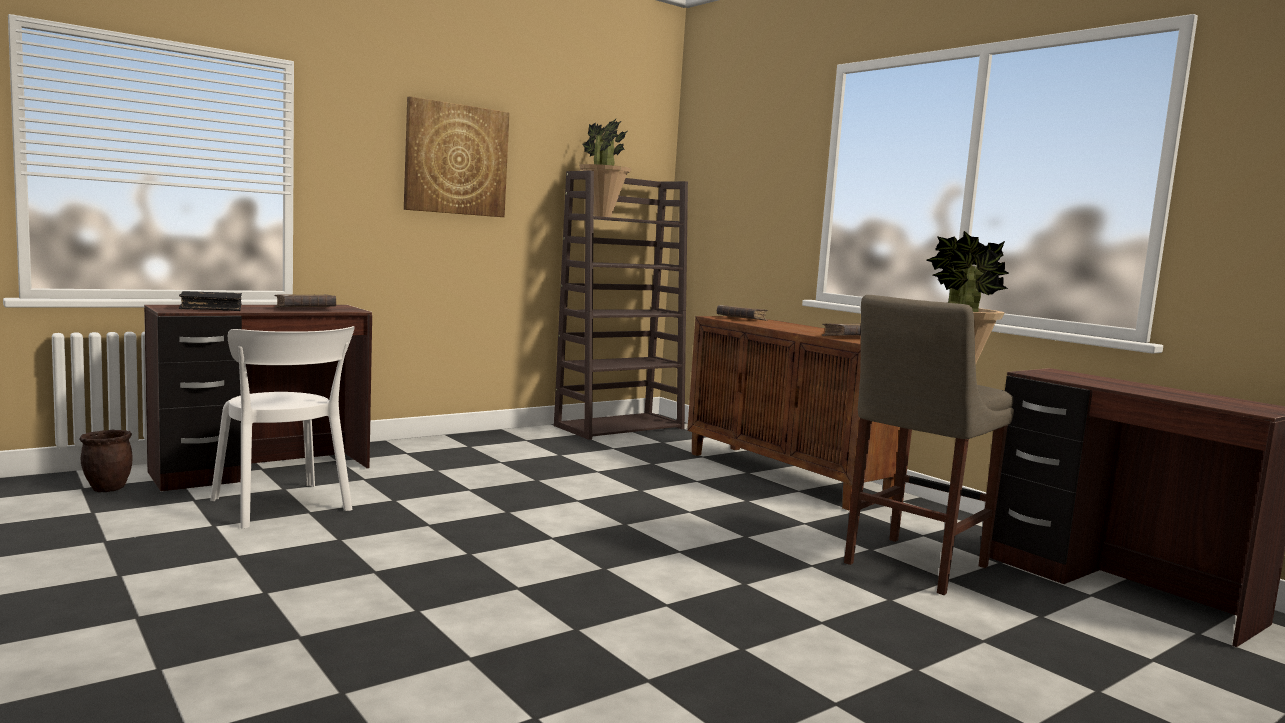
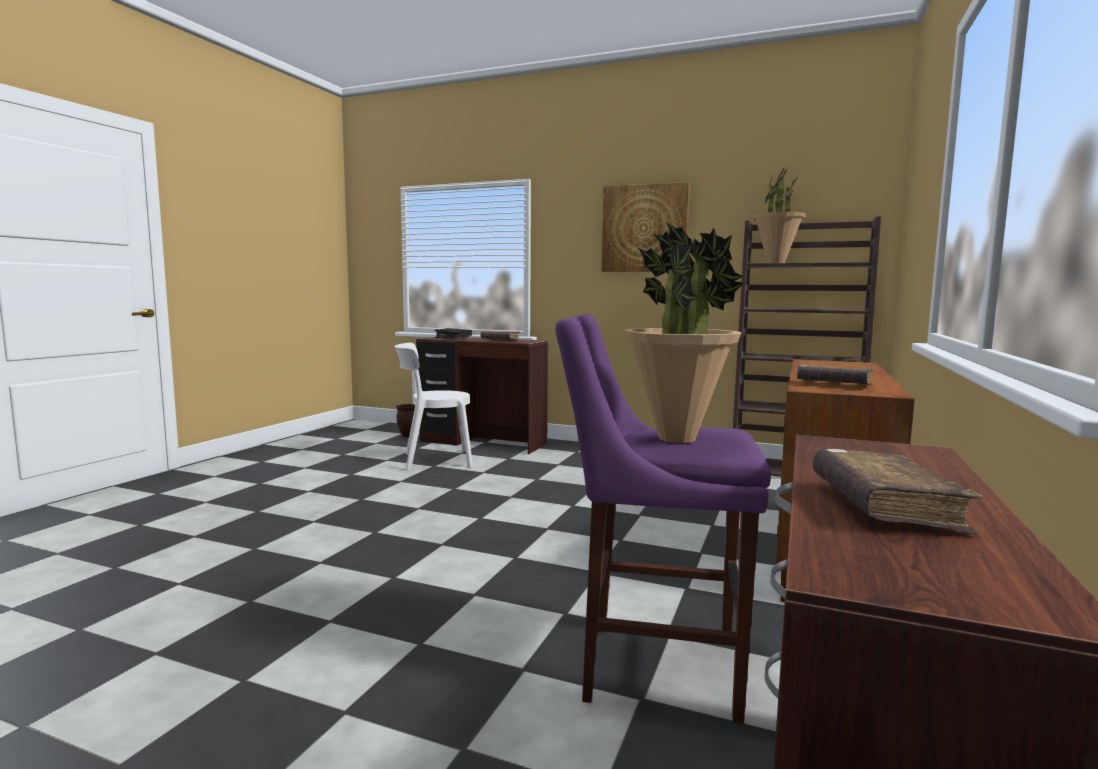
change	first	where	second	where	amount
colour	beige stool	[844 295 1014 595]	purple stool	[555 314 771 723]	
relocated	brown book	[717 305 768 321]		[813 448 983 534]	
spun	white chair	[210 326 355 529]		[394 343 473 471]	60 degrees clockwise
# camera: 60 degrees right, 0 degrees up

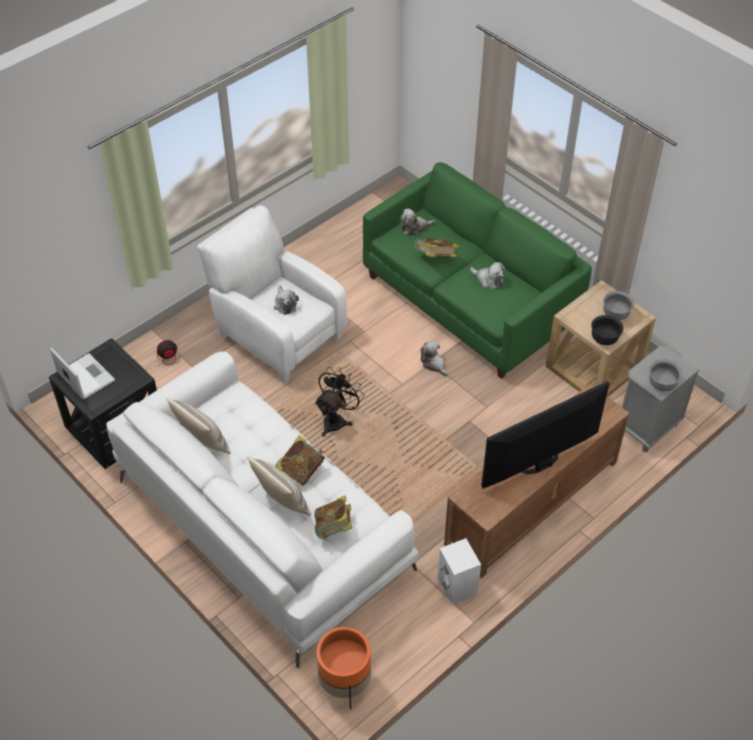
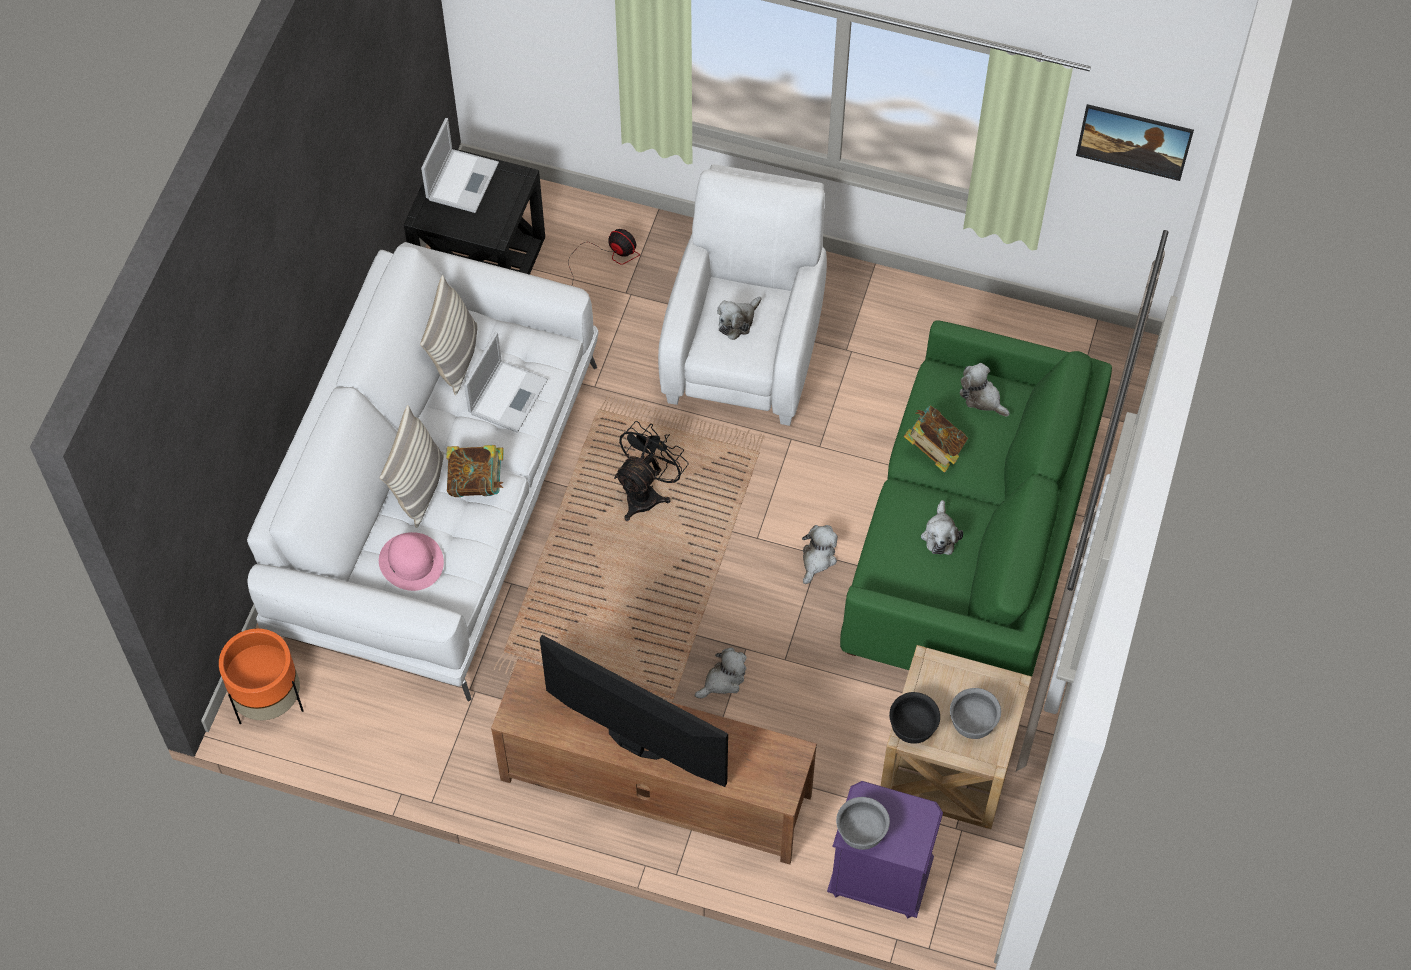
change	first	where	second	where	amount
colour	grey nightstand	[622 347 700 452]	purple nightstand	[827 781 943 919]	
spun	black fan	[315 367 365 437]		[614 421 689 521]	60 degrees counterclockwise
exchanged	book	[315 495 352 539]	pink hat	[379 532 444 591]	
missing	white speaker	[437 538 481 605]			
appeared			picture	[1076 104 1194 181]	
appeared			laptop	[464 332 548 433]	
appeared			plush toy	[695 647 747 699]	
# camera: 60 degrees right, 10 degrees up

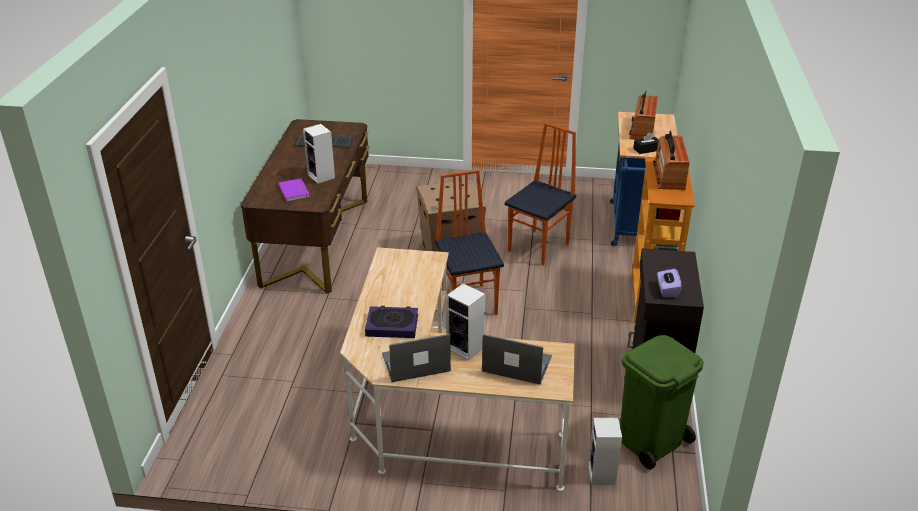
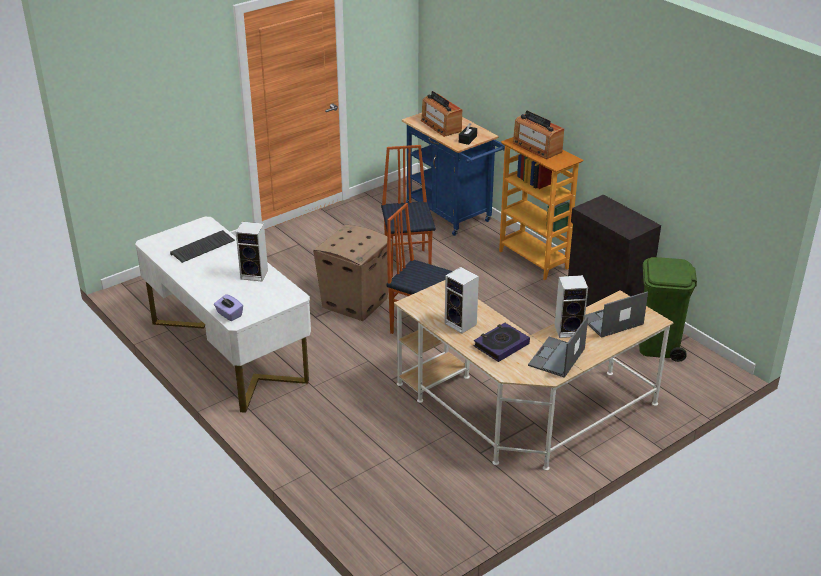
change	first	where	second	where	amount
colour	brown desk	[240 119 370 293]	white desk	[135 217 311 413]	
missing	purple book	[278 178 310 201]			
relocated	purple tissue box	[657 269 682 297]		[214 294 243 321]	
relocated	speaker	[588 418 622 485]		[445 267 479 334]	
# camera: 45 degrees left, 0 degrees up

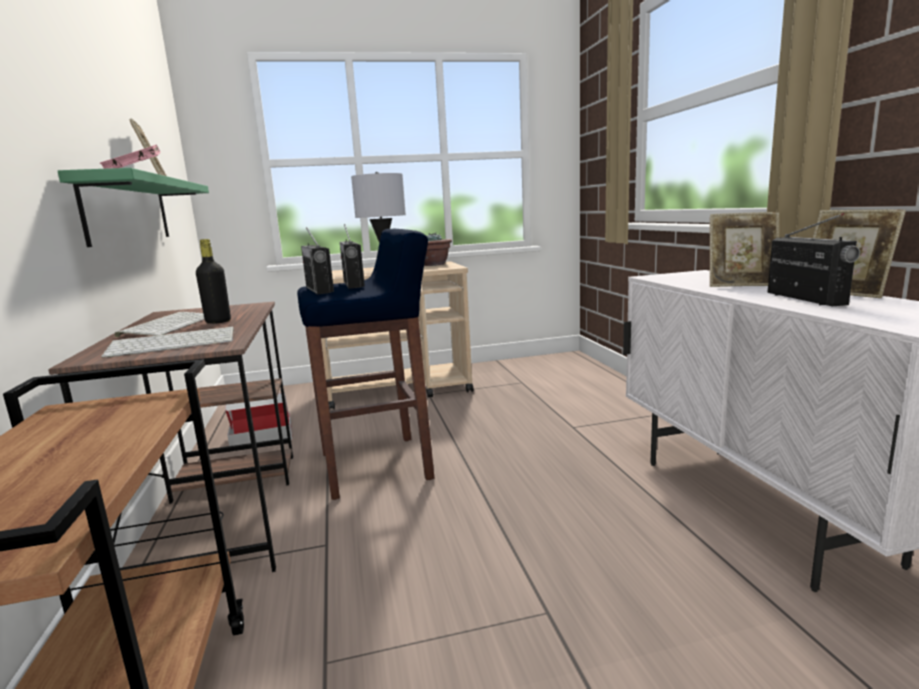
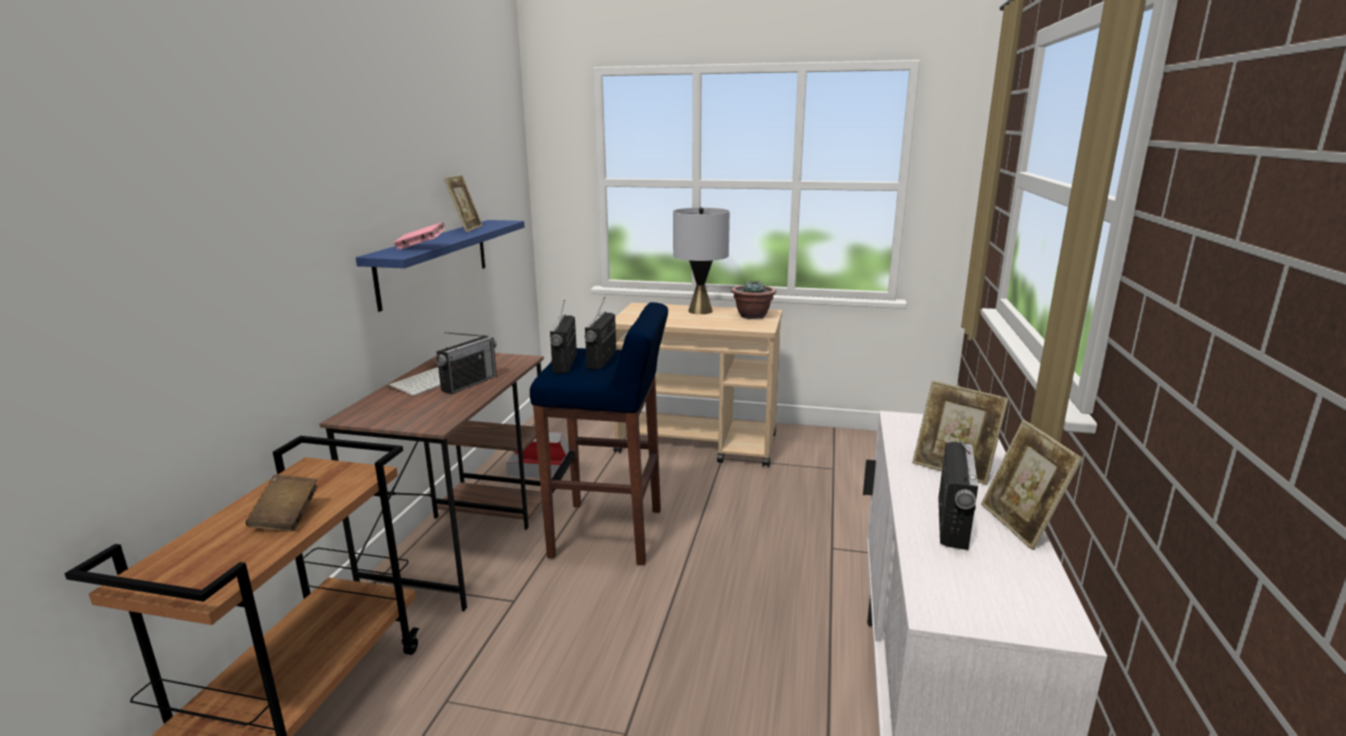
change	first	where	second	where	amount
colour	green shelf	[58 168 209 247]	blue shelf	[356 220 525 312]	
exchanged	black bottle	[196 239 231 324]	radio	[436 332 497 394]	
missing	keyboard	[101 327 234 358]			
appeared			brown book	[245 475 318 531]	
# camera: 25 degrees right, 5 degrees up

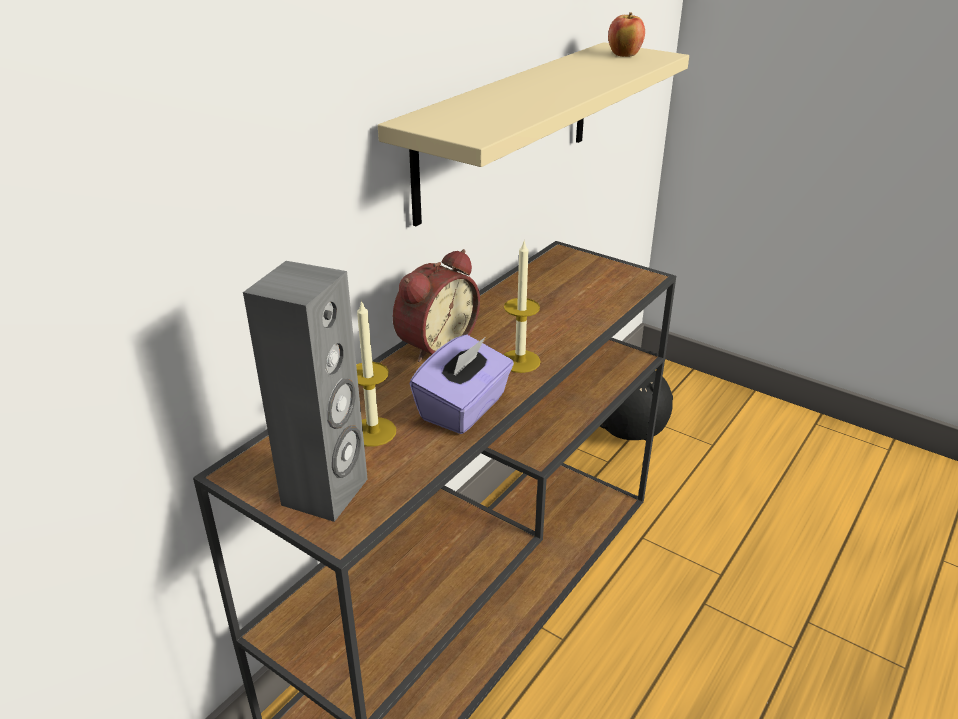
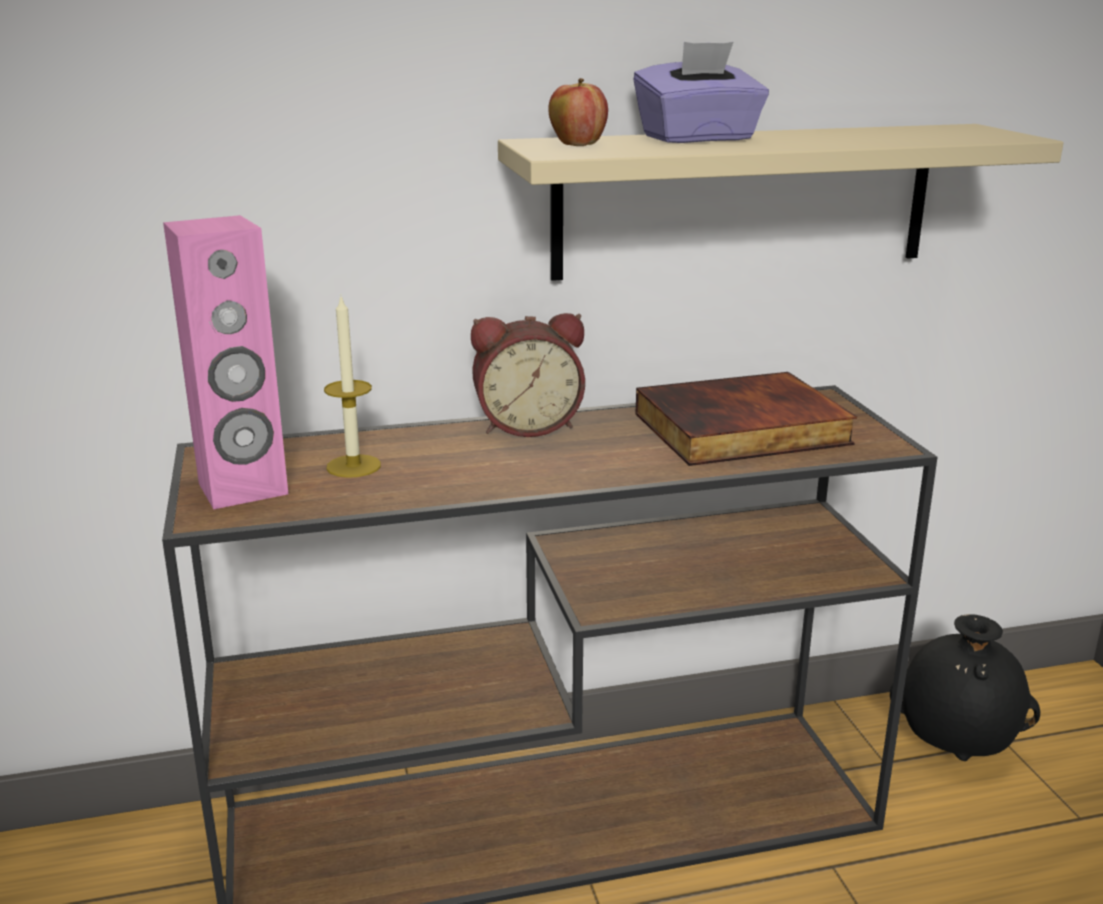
change	first	where	second	where	amount
relocated	apple	[608 12 645 57]		[548 78 608 146]	
missing	candle	[503 239 541 373]			
colour	grey speaker	[243 261 367 522]	pink speaker	[163 215 288 509]	
relocated	purple tissue box	[410 335 514 434]		[633 42 769 143]	
appeared			book	[635 372 857 466]	
# camera: 40 degrees right, 10 degrees down

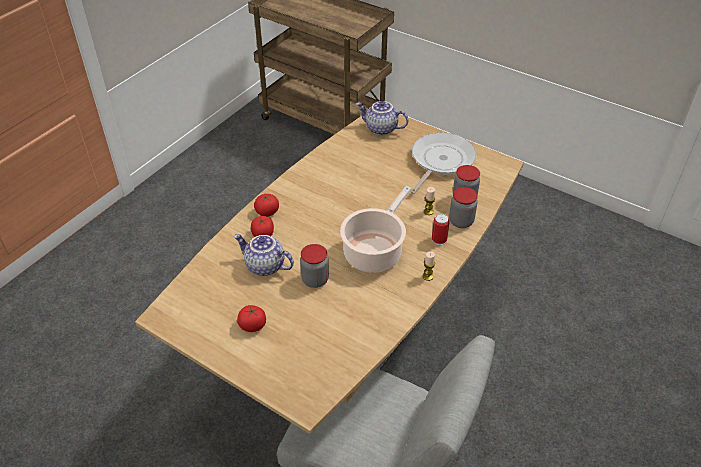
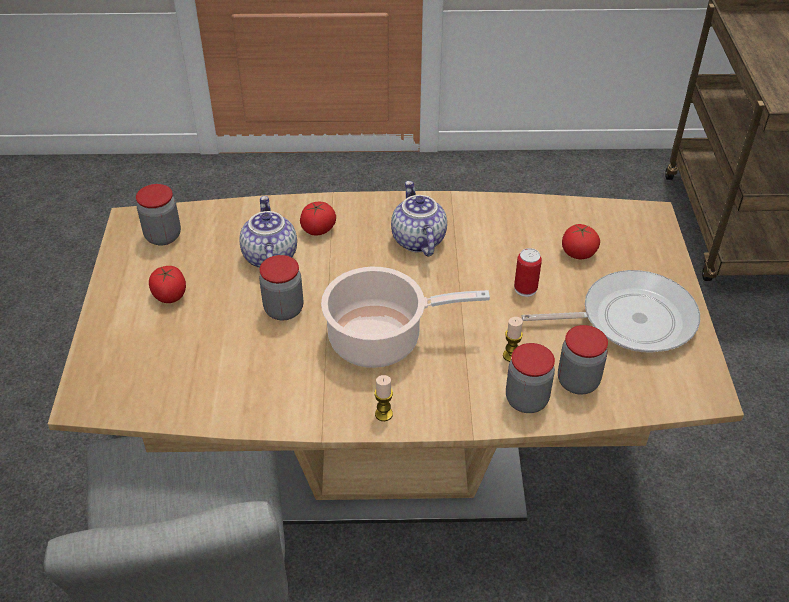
change	first	where	second	where	amount
relocated	teapot	[356 101 408 135]		[391 181 447 256]	
relocated	tomato	[254 194 279 217]		[562 224 600 259]	
relocated	can	[432 214 450 245]		[514 248 542 297]	
appeared			jar	[136 184 181 246]	
# camera: 55 degrees right, 0 degrees up

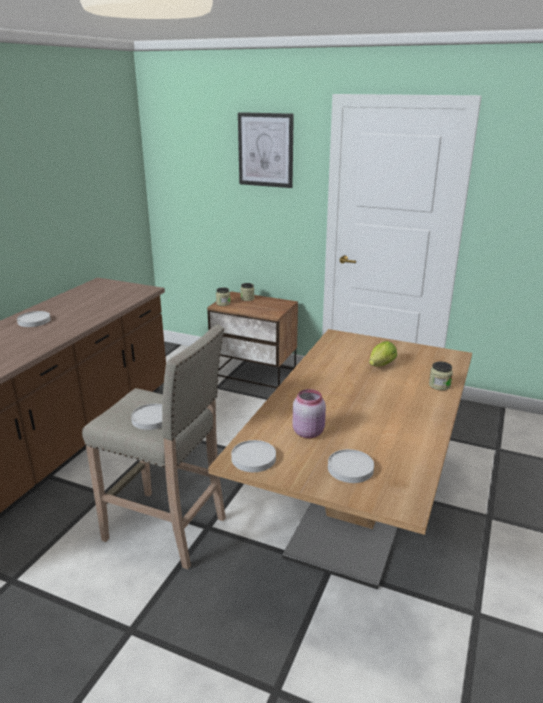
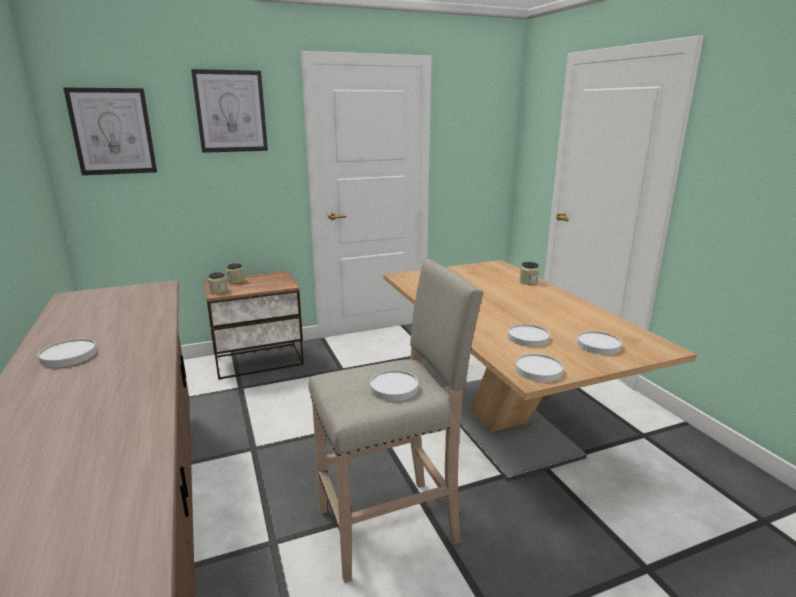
change	first	where	second	where	amount
missing	lettuce	[369 341 397 367]			
exchanged	pink jar	[293 389 326 438]	white plate	[508 324 550 347]	
appeared			picture	[63 87 157 175]	
# camera: 45 degrees left, 5 degrees down

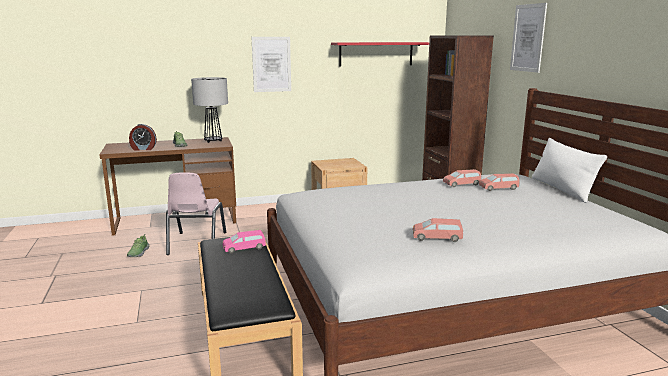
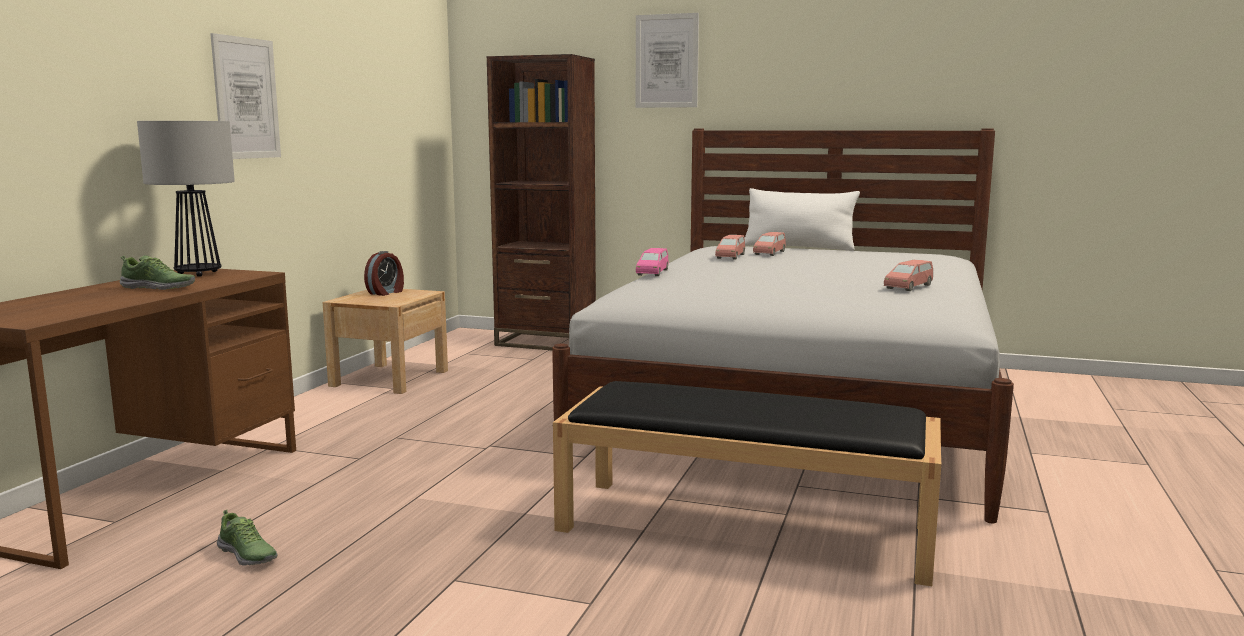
change	first	where	second	where	amount
missing	red shelf	[331 42 429 66]			
relocated	alarm clock	[129 124 157 150]		[364 251 404 296]	
missing	pink chair	[166 172 226 255]			
relocated	pink toy car	[222 230 266 253]		[636 248 668 276]	
# camera: 55 degrees left, 5 degrees down

